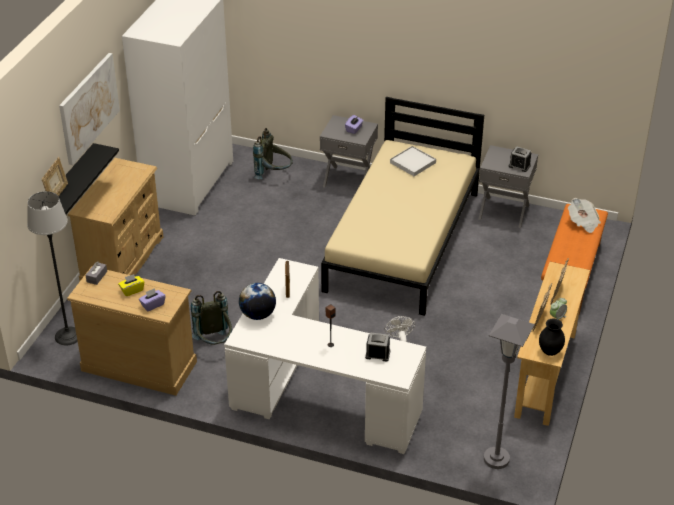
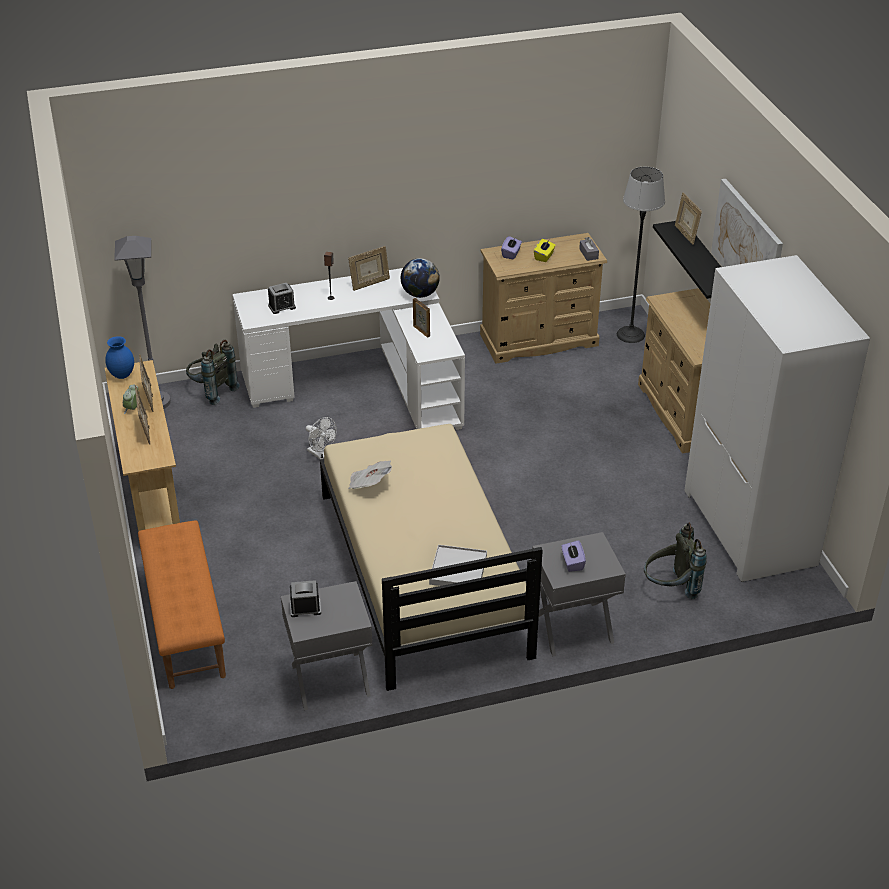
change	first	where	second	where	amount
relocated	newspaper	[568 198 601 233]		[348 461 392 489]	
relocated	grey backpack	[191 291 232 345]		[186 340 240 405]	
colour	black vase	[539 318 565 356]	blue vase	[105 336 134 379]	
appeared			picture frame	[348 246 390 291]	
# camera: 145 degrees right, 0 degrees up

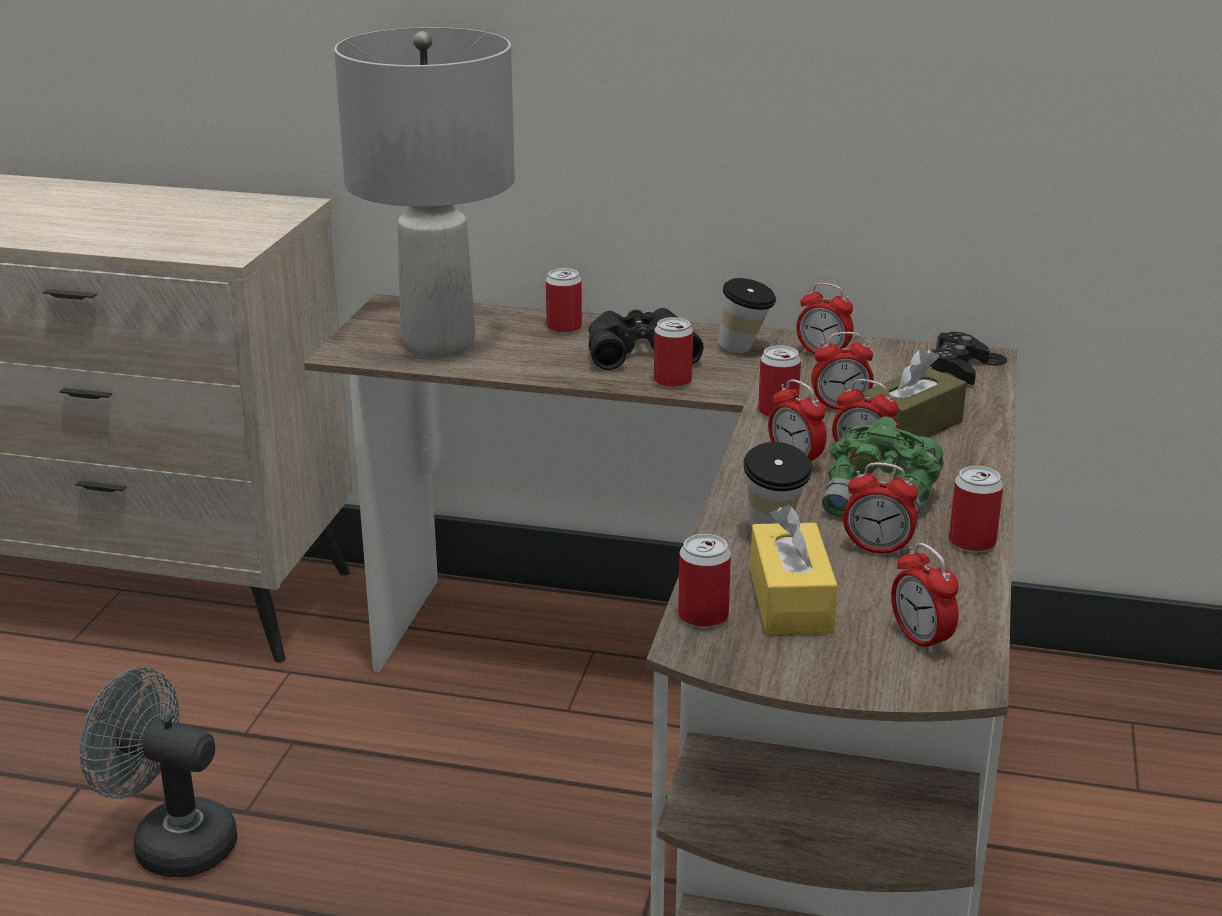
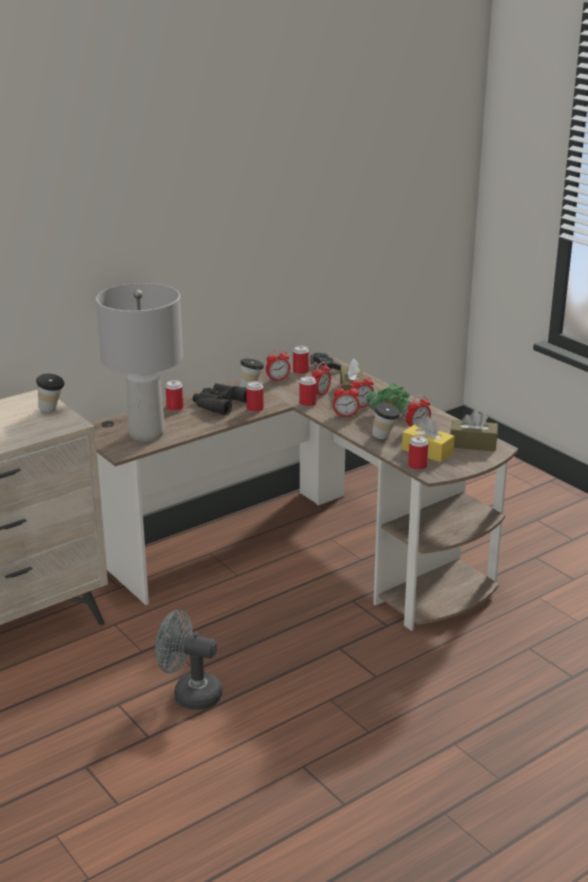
change	first	where	second	where	amount
relocated	can	[949 466 1003 552]		[293 346 309 375]	
exchanged	alarm clock	[891 543 959 654]	brown tissue box	[450 410 498 451]	
spun	grey fan	[80 668 238 878]		[155 610 222 710]	45 degrees clockwise
appeared			cup	[36 374 65 412]	
# camera: 50 degrees left, 0 degrees up

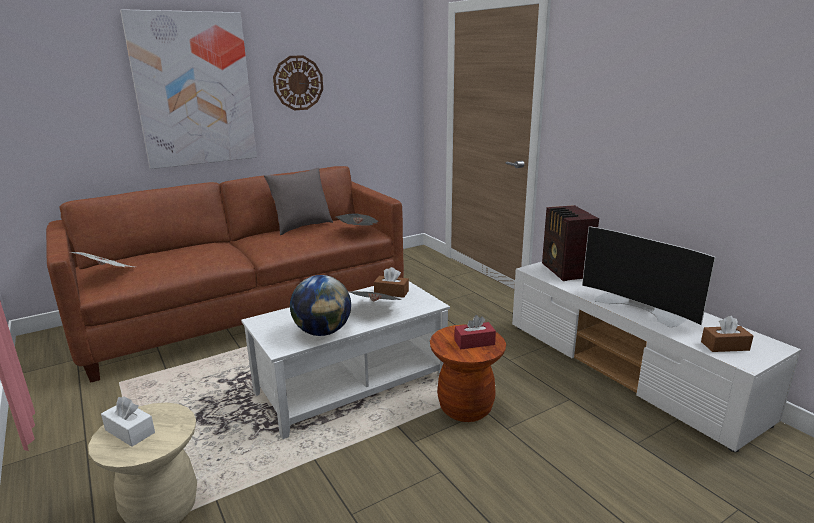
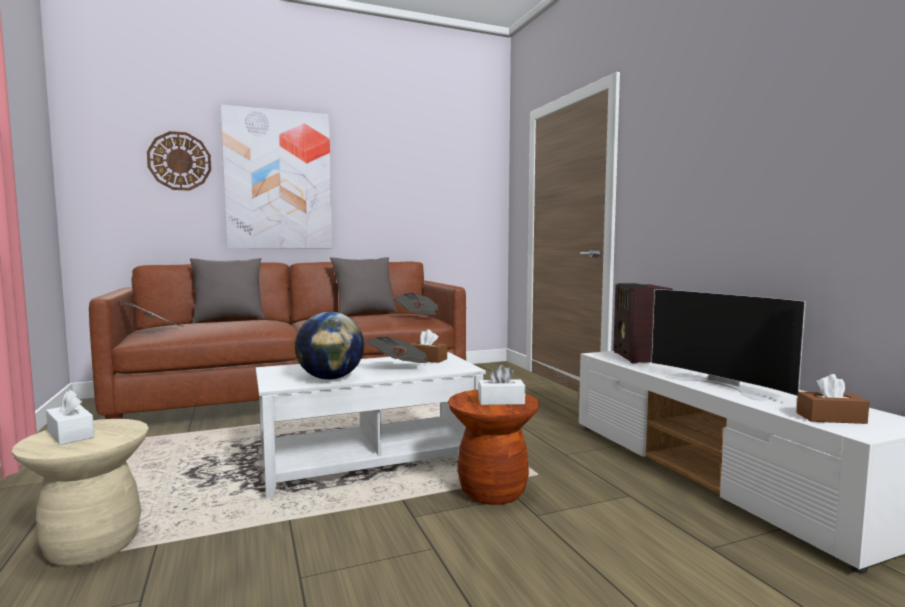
change	first	where	second	where	amount
relocated	wall clock	[273 56 323 110]		[147 131 211 191]	
colour	red tissue box	[454 315 496 349]	white tissue box	[478 365 525 405]	
appeared			grey pillow	[190 258 265 323]	
# camera: 10 degrees right, 15 degrees down

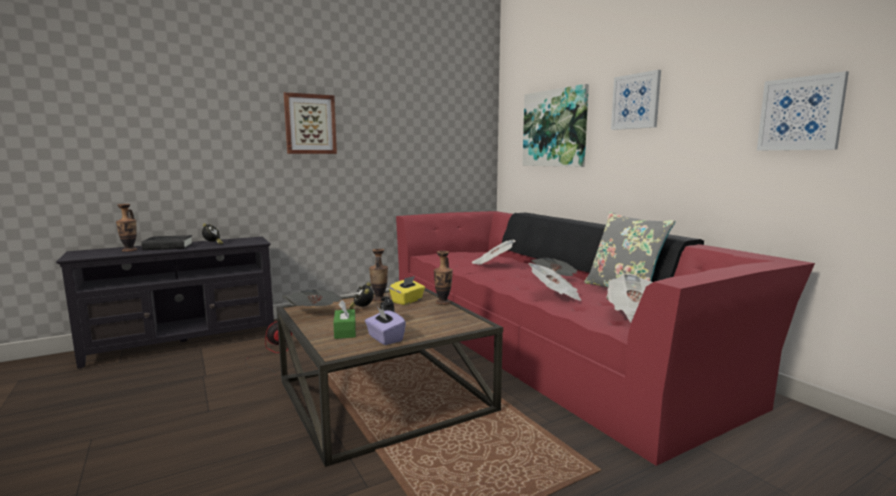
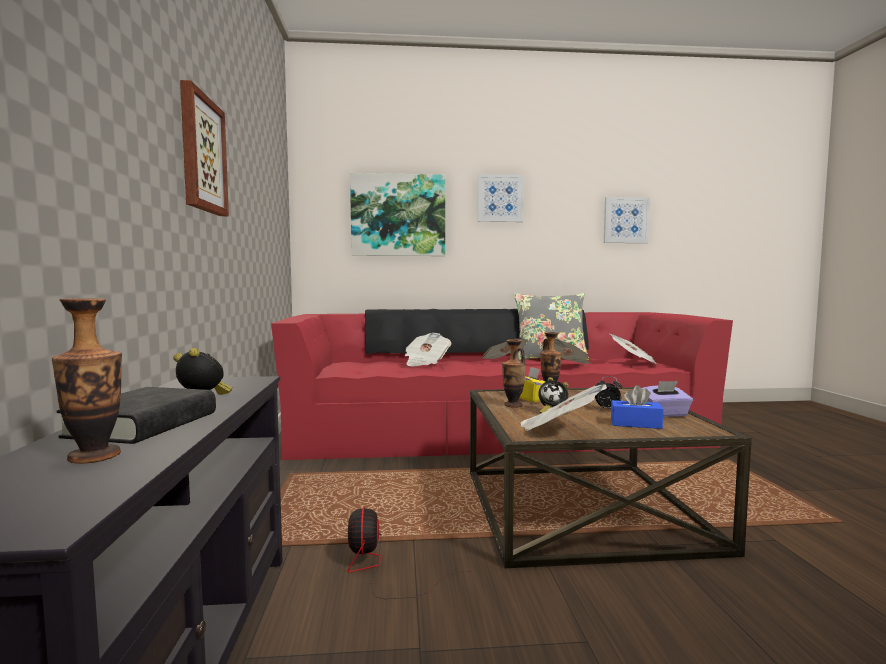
change	first	where	second	where	amount
colour	green tissue box	[333 300 356 339]	blue tissue box	[611 385 663 429]	
# camera: 65 degrees left, 5 degrees down

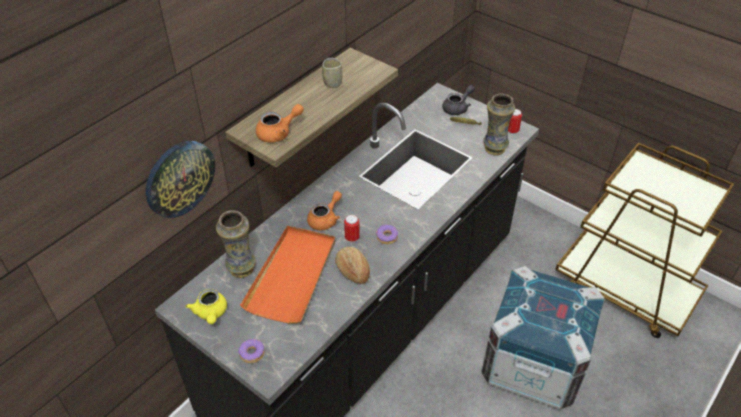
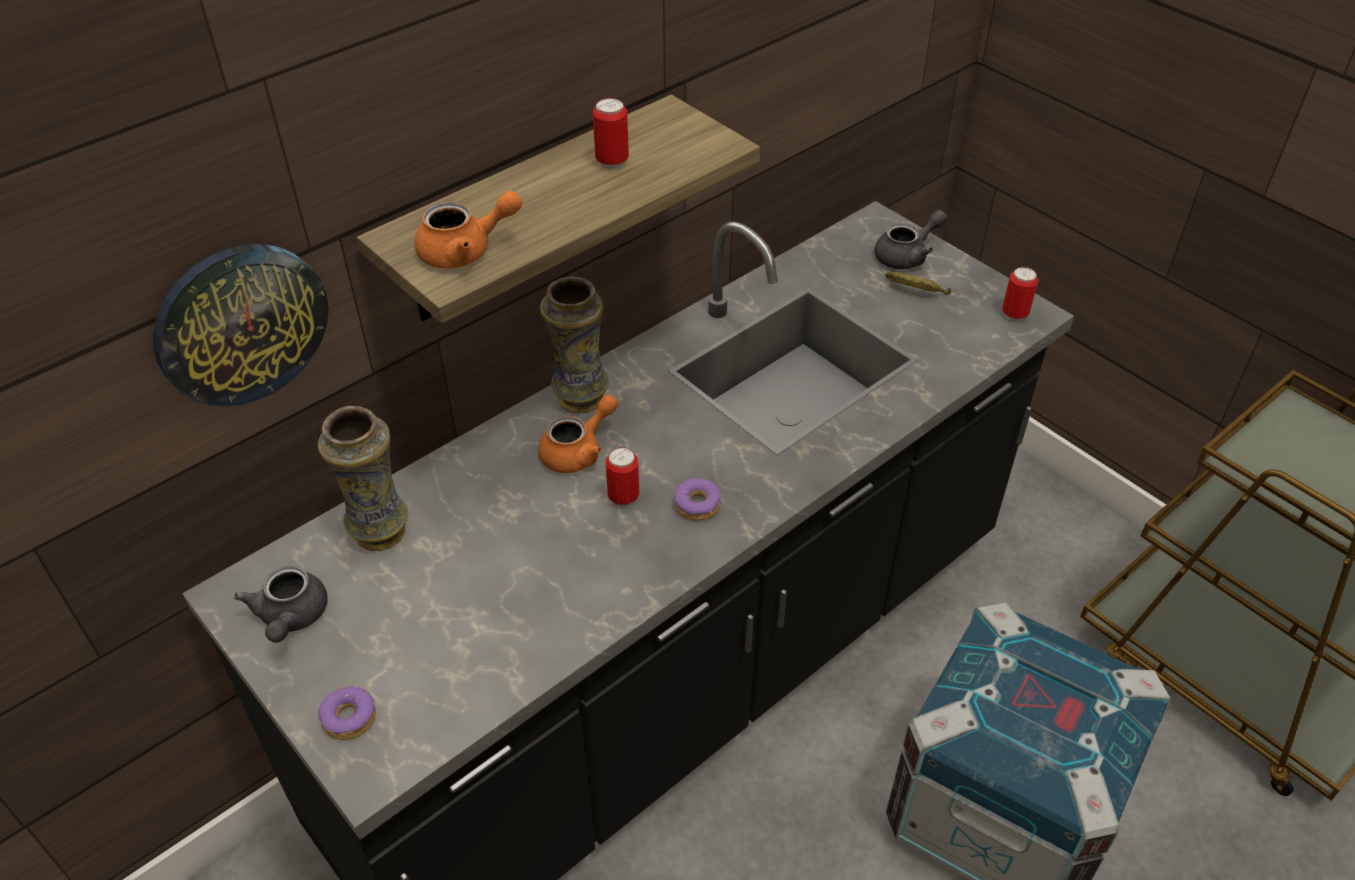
change	first	where	second	where	amount
exchanged	cup	[322 58 343 88]	can	[593 98 629 169]	
relocated	vase	[483 94 515 155]		[540 276 609 413]	
missing	orange tray	[240 226 335 324]			
missing	bread	[335 247 370 284]			
colour	yellow teapot	[185 289 227 324]	grey teapot	[234 566 328 643]	
# camera: 10 degrees right, 0 degrees up

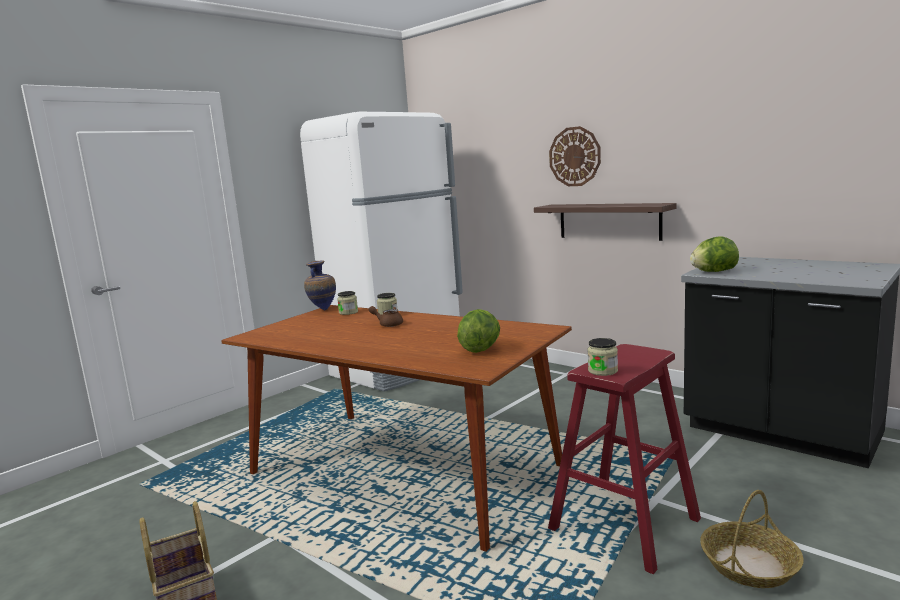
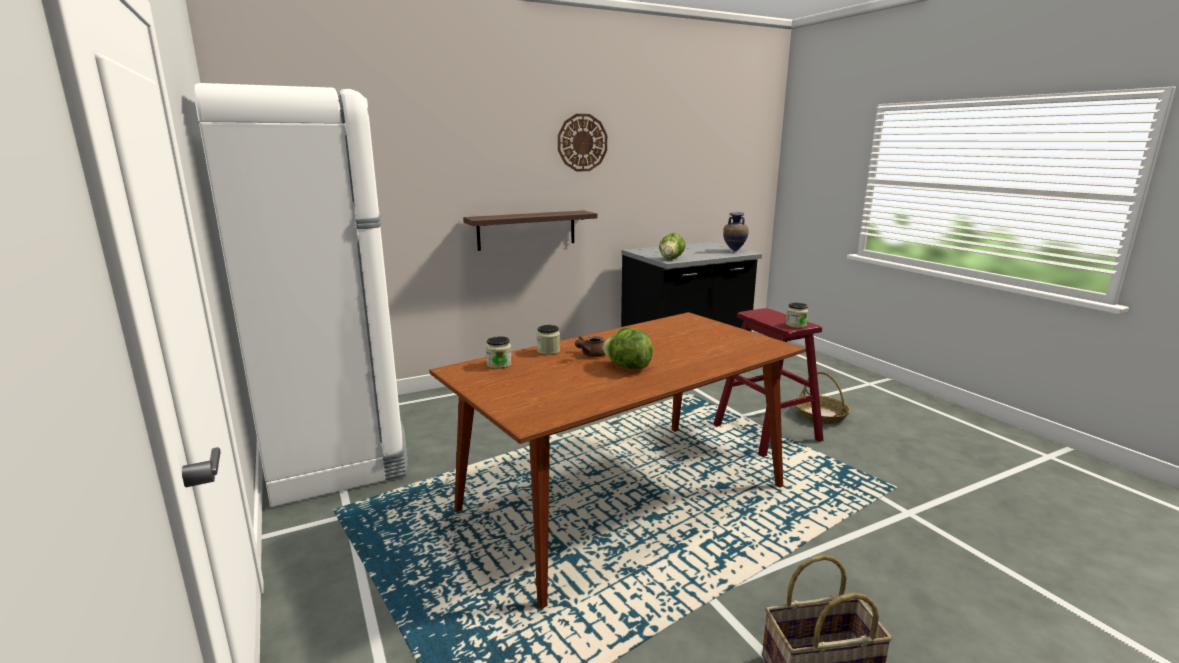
change	first	where	second	where	amount
relocated	wall clock	[549 126 601 186]		[558 114 607 172]	
relocated	vase	[304 260 336 310]		[723 212 749 251]	
relocated	lettuce	[457 309 500 353]		[602 328 653 369]	
# camera: 70 degrees left, 5 degrees up

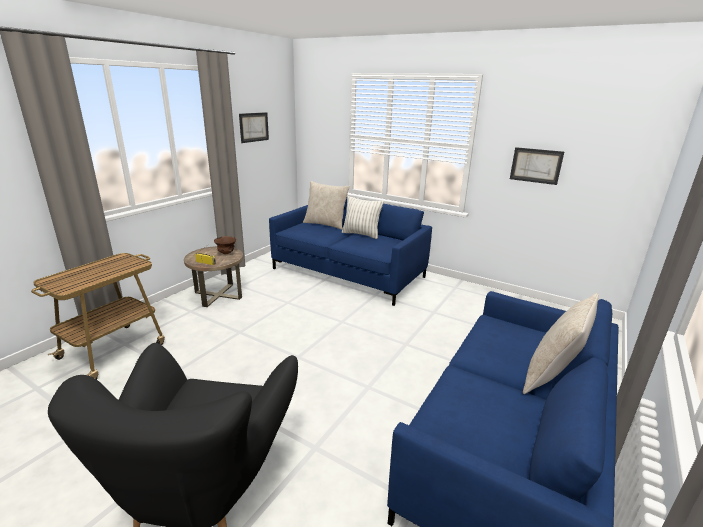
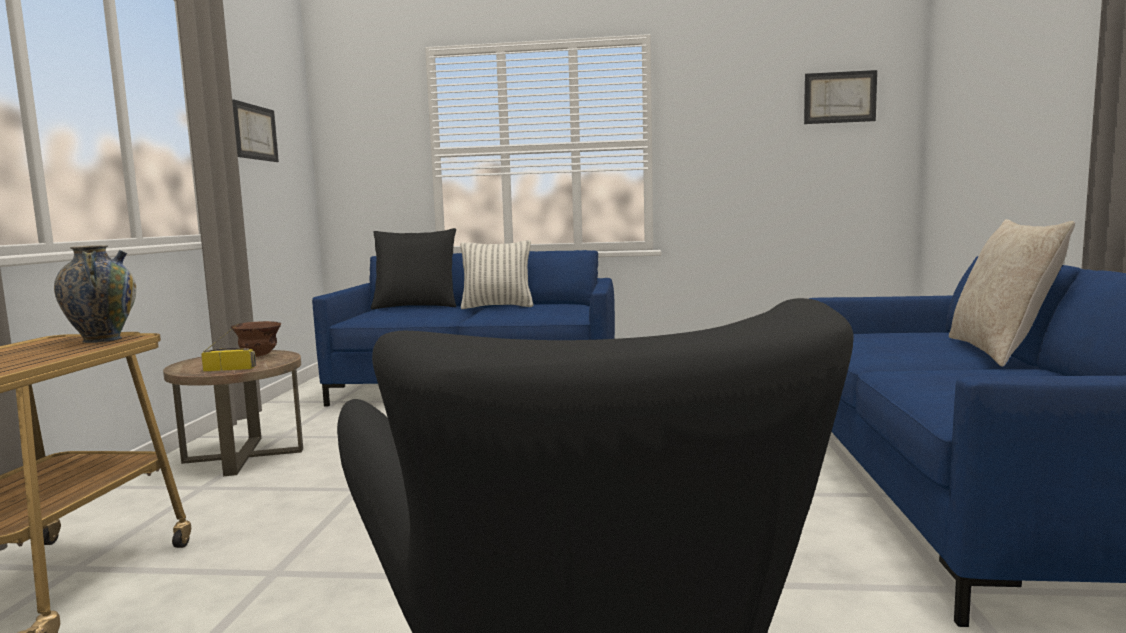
change	first	where	second	where	amount
relocated	picture	[510 147 564 185]		[804 70 877 124]	
colour	beige pillow	[303 181 350 230]	black pillow	[371 228 456 309]	
appeared			vase	[54 245 136 343]	
# camera: 25 degrees left, 15 degrees down

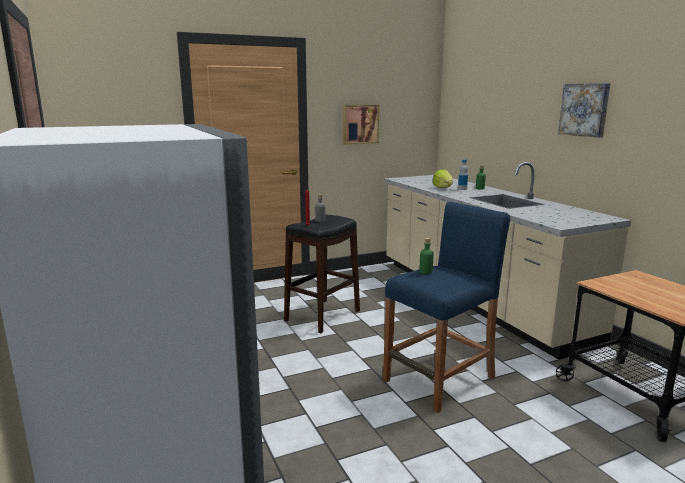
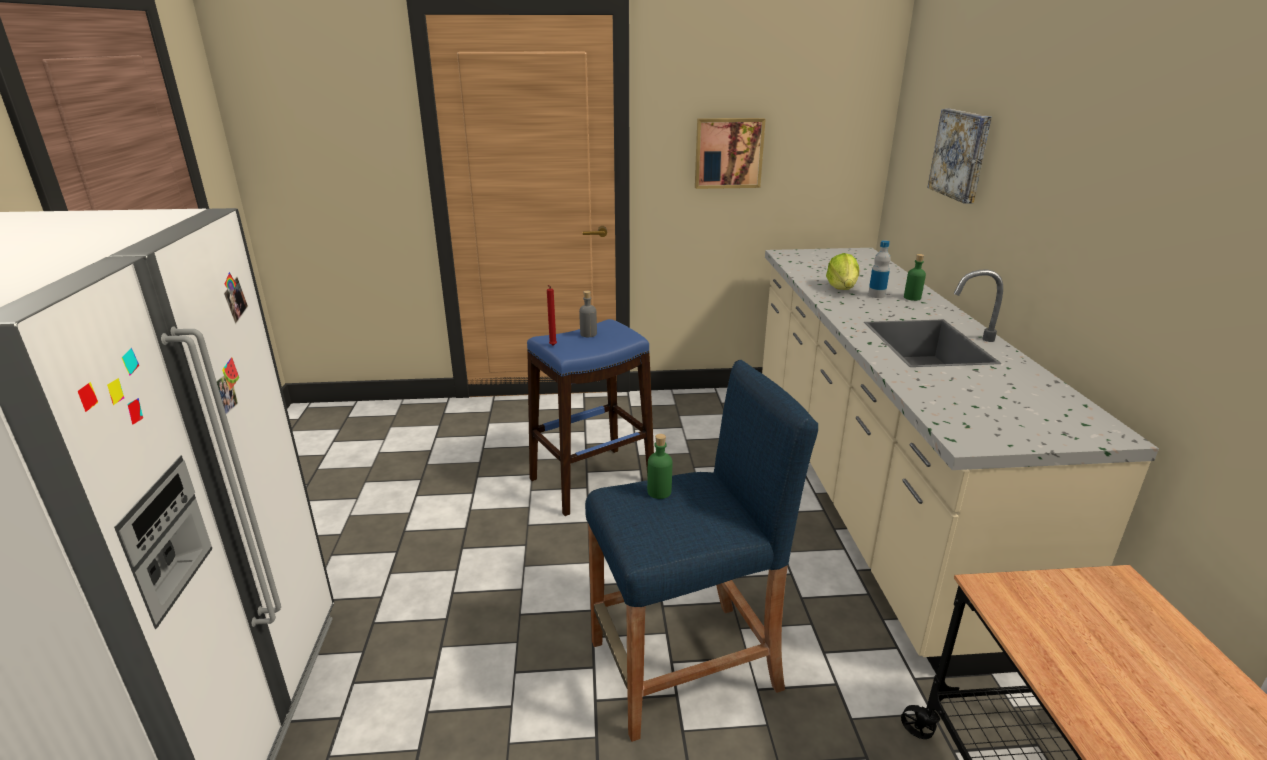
change	first	where	second	where	amount
relocated	picture	[558 83 610 138]		[927 109 992 204]	
colour	black stool	[284 215 360 333]	blue stool	[527 319 654 516]	
# camera: 20 degrees right, 10 degrees up

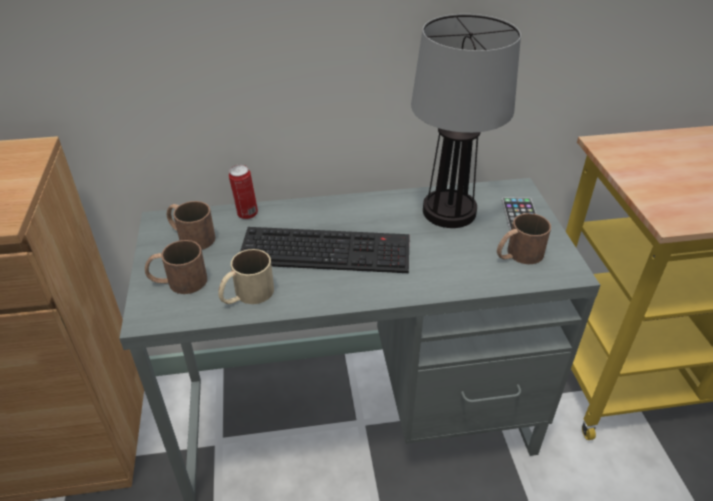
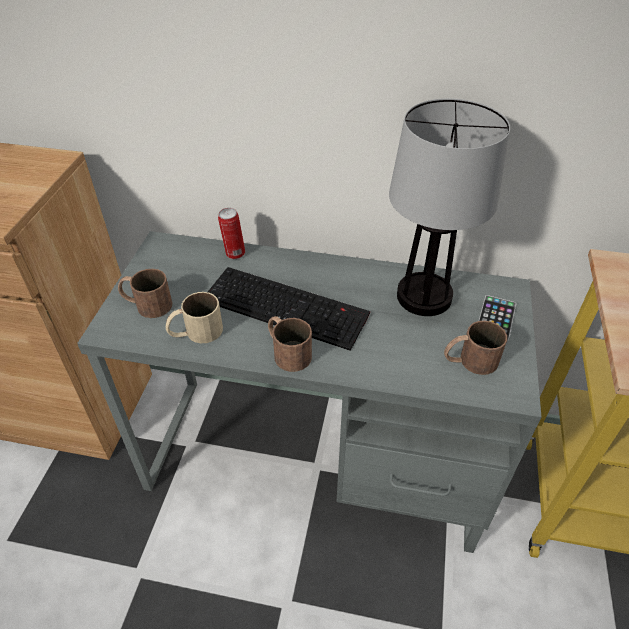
change	first	where	second	where	amount
relocated	brown mug	[167 201 215 250]		[268 316 312 372]	
# camera: 20 degrees right, 5 degrees up

